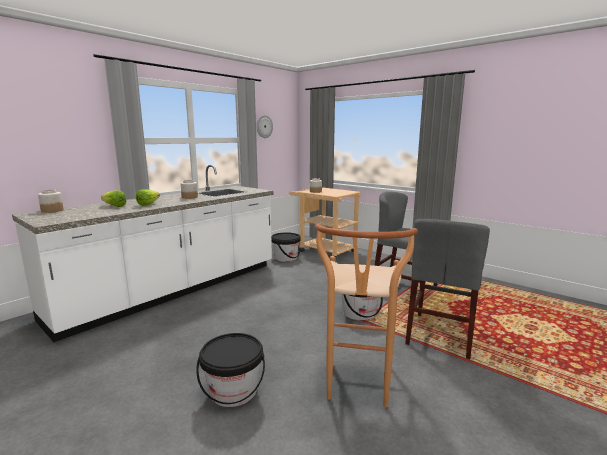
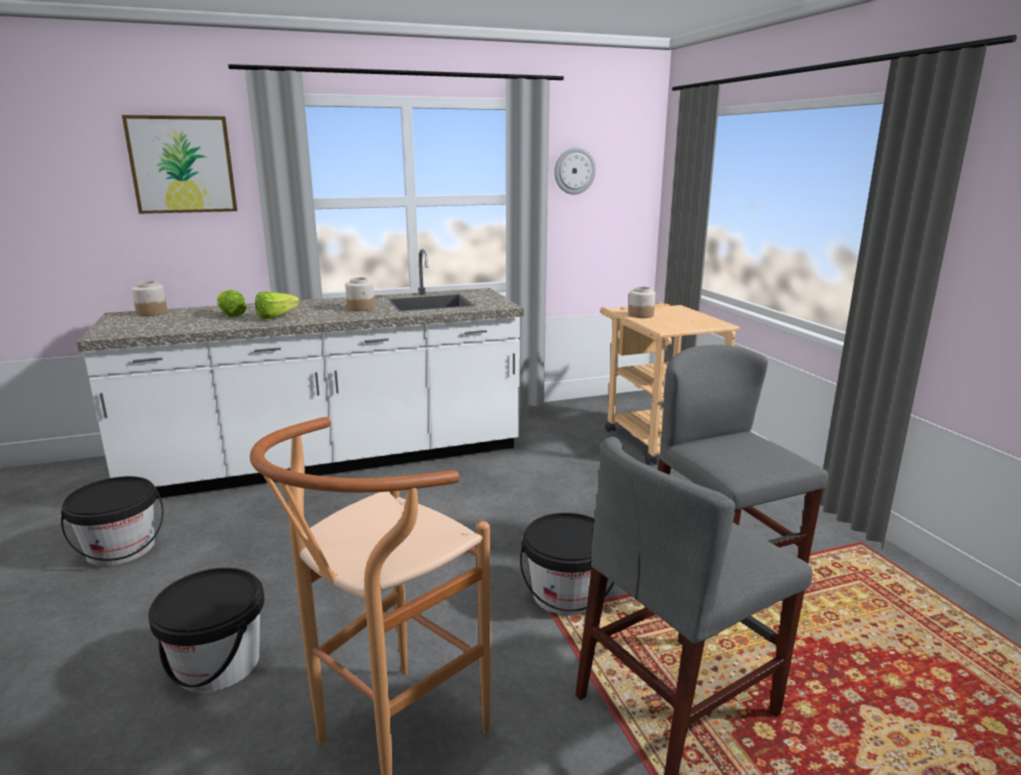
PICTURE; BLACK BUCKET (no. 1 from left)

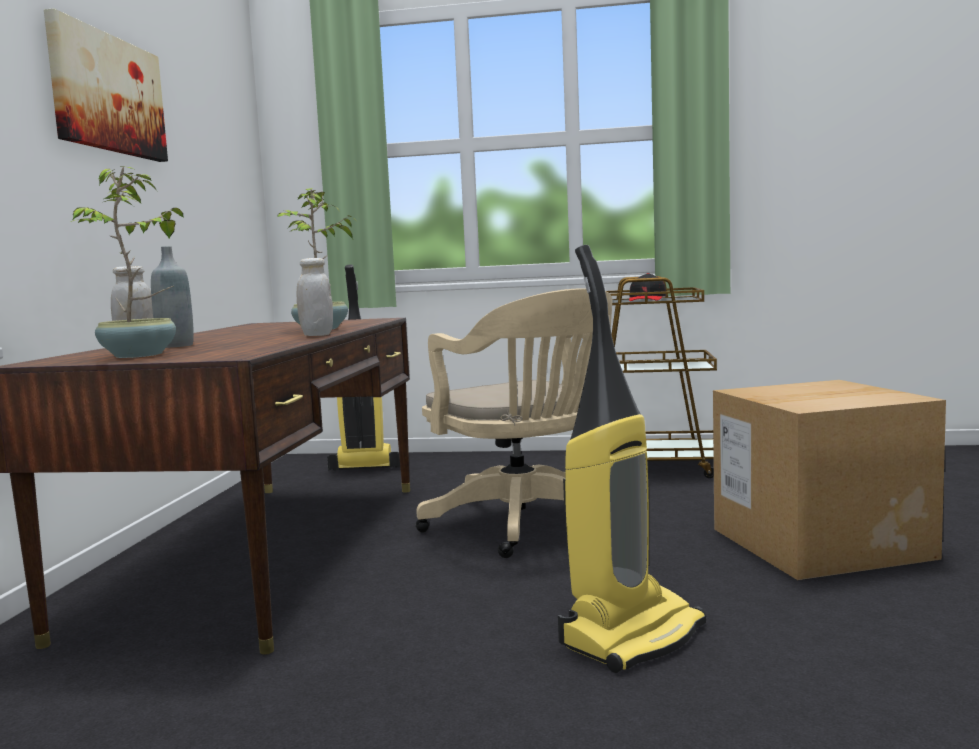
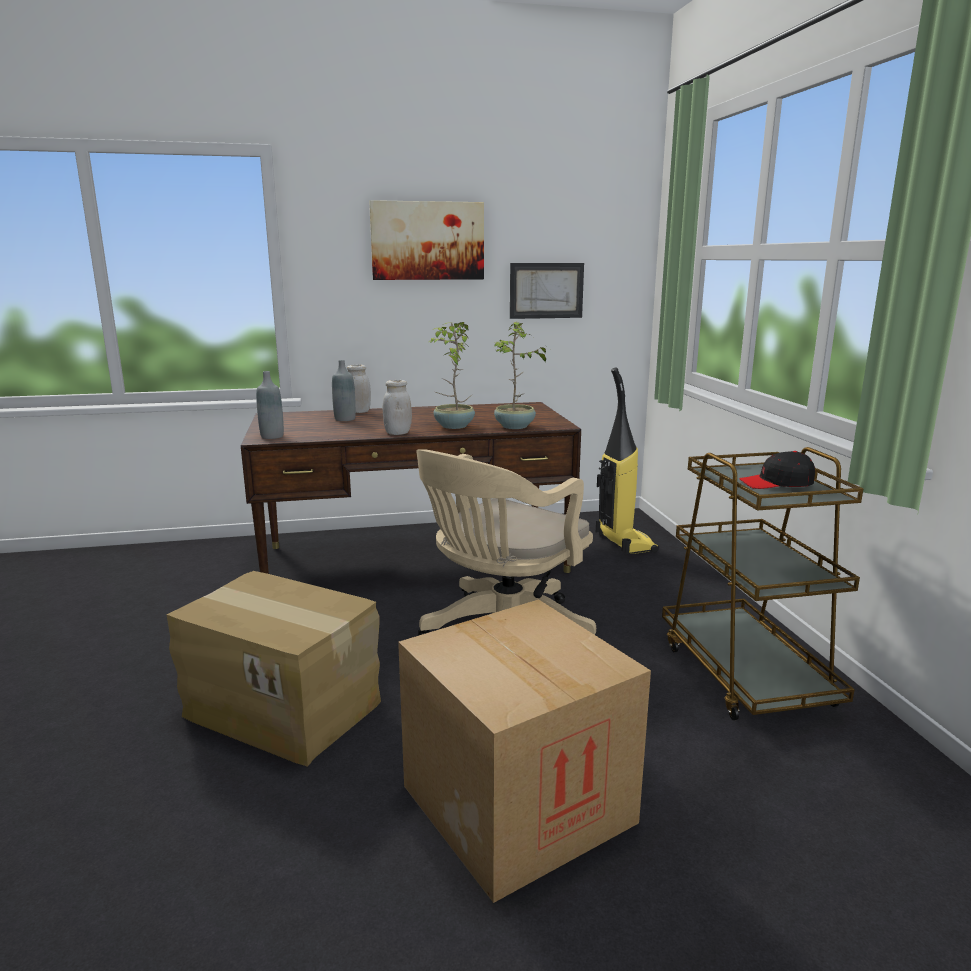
GREY BOTTLE (no. 1 from left); PICTURE (no. 2 from left); POTTED PLANT (no. 2 from left); CARDBOARD BOX (no. 1 from left)

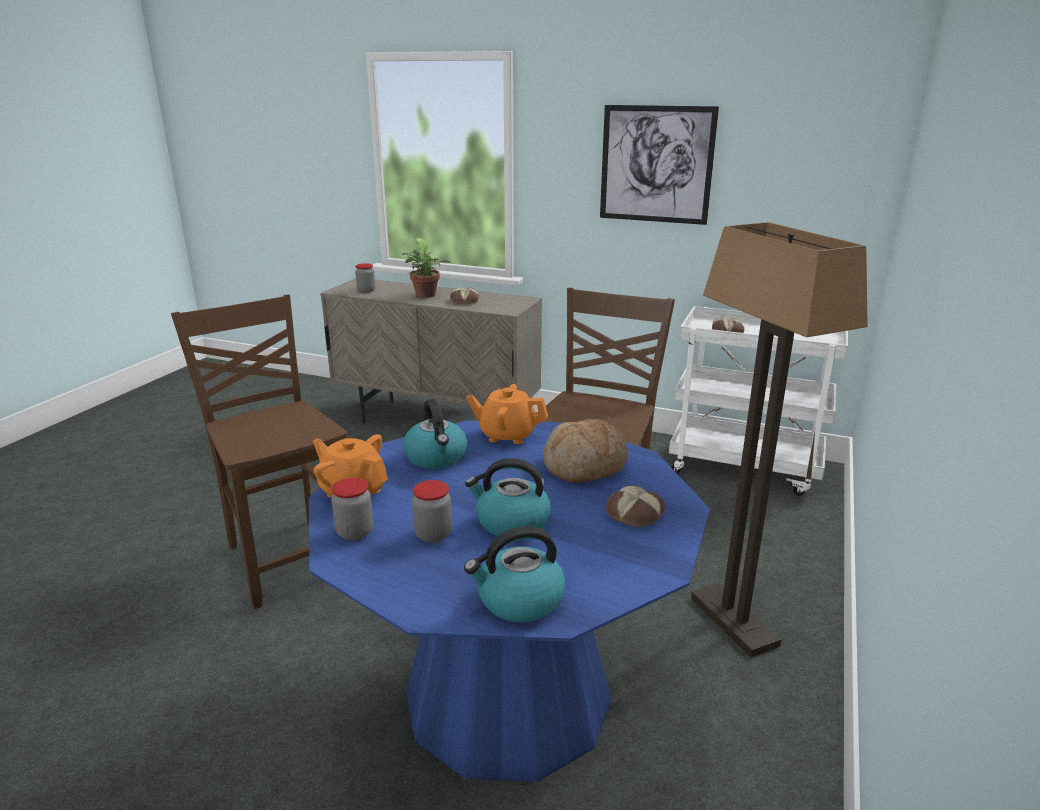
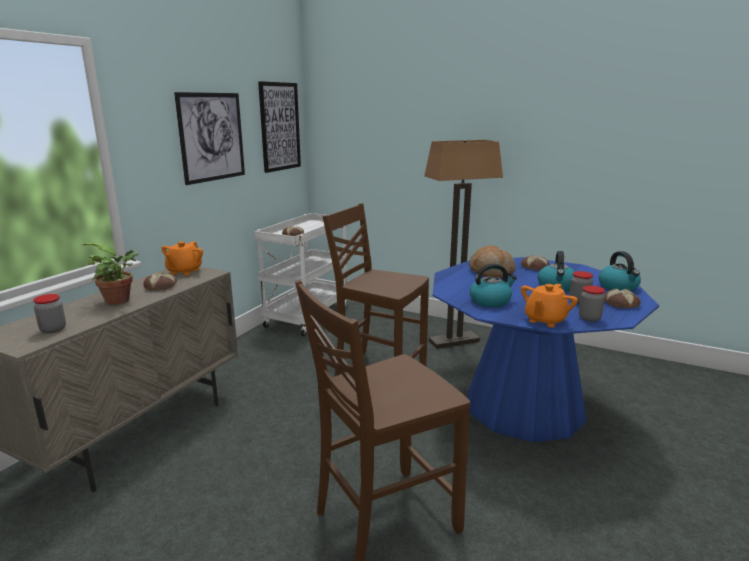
PICTURE (no. 2 from left); BREAD (no. 5 from left); ORANGE TEAPOT (no. 1 from left)

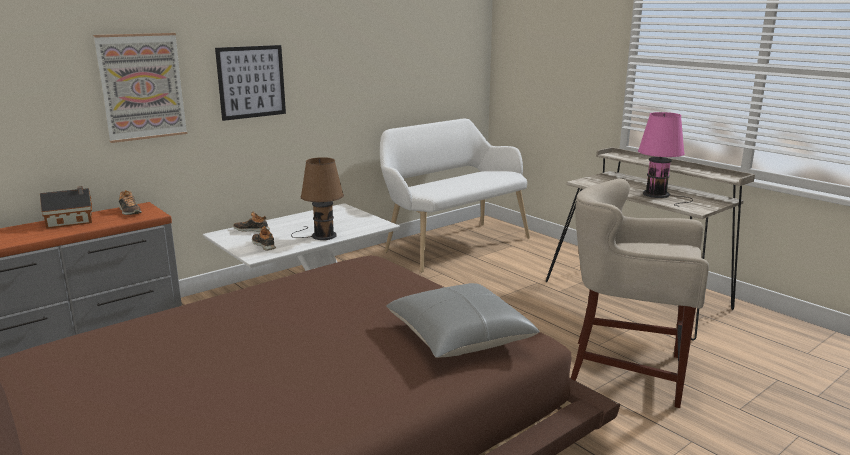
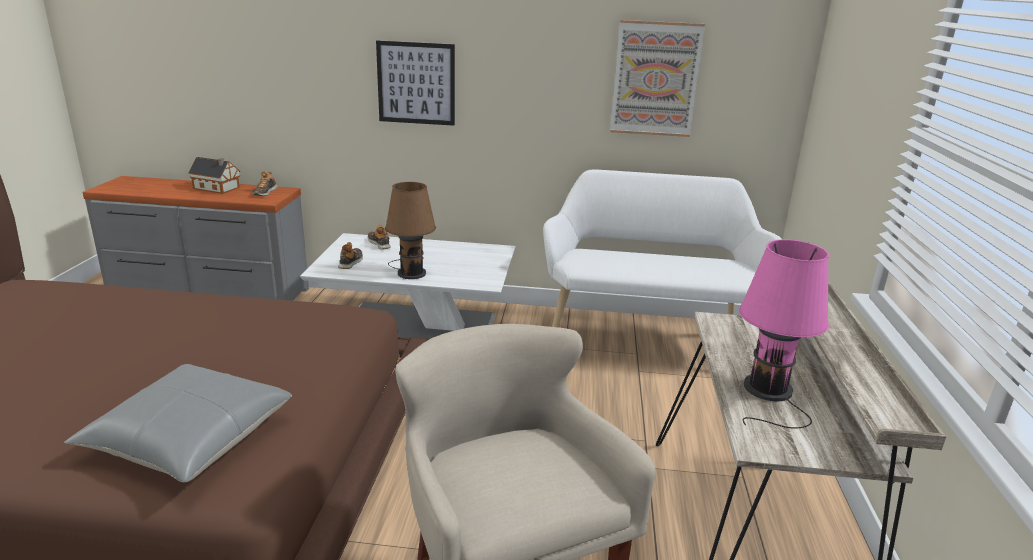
PICTURE (no. 2 from left)

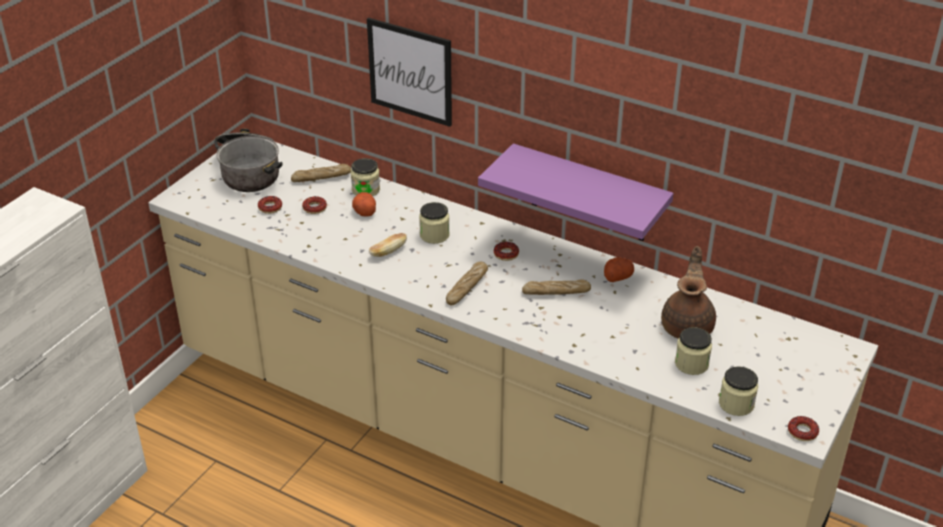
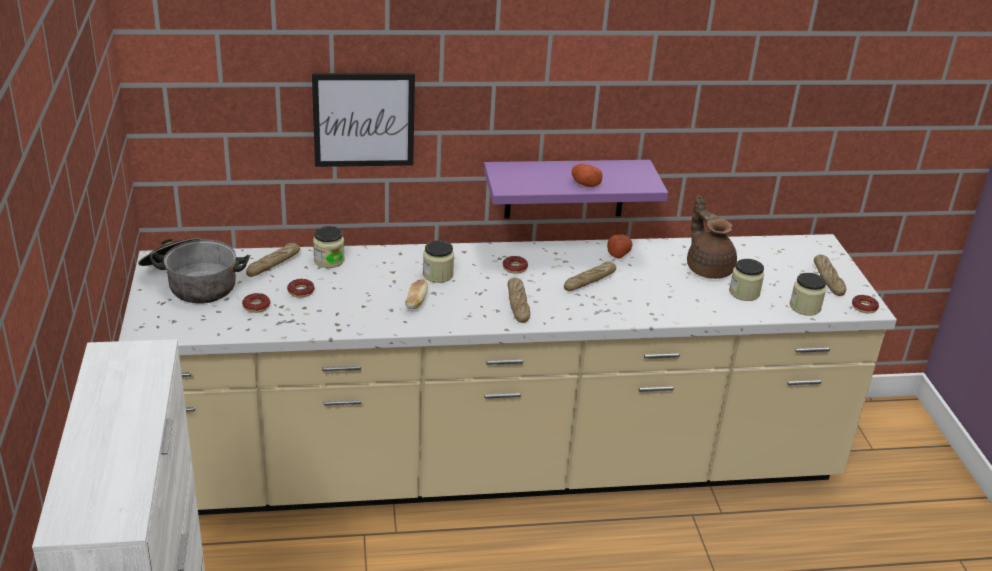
BREAD (no. 5 from left); POTATO (no. 1 from left)

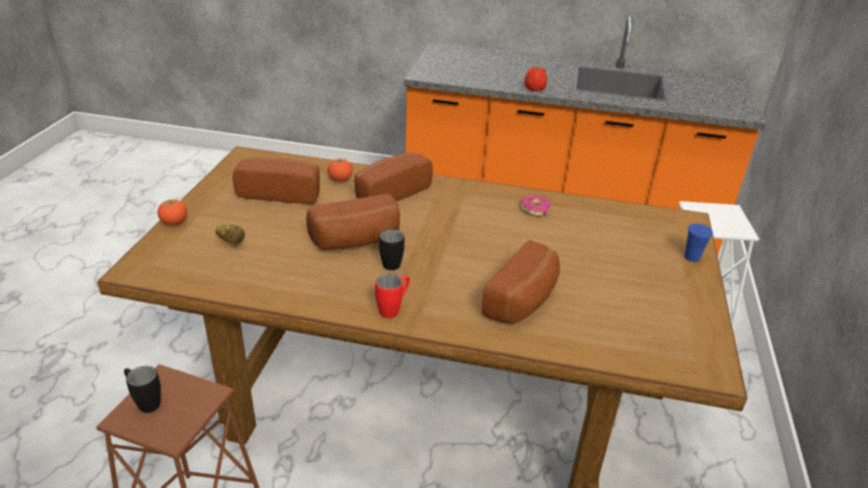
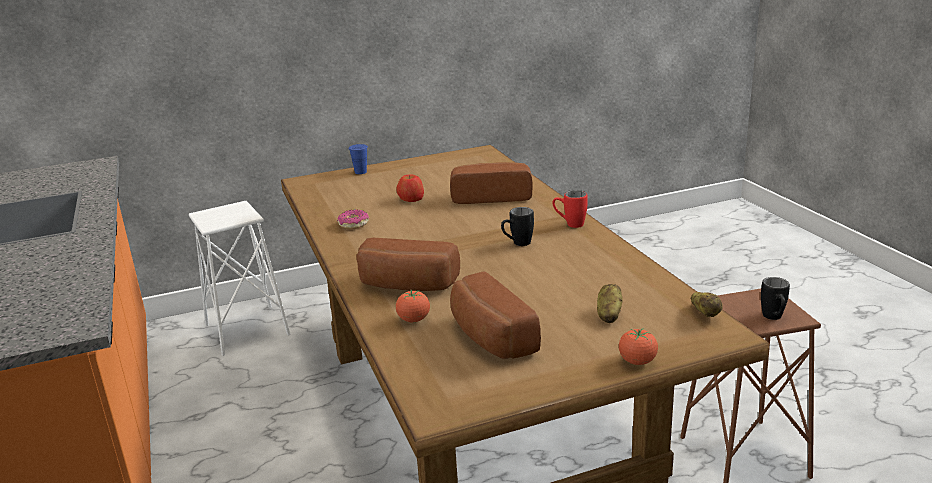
BREAD (no. 2 from left in the first image); POTATO (no. 2 from left); APPLE

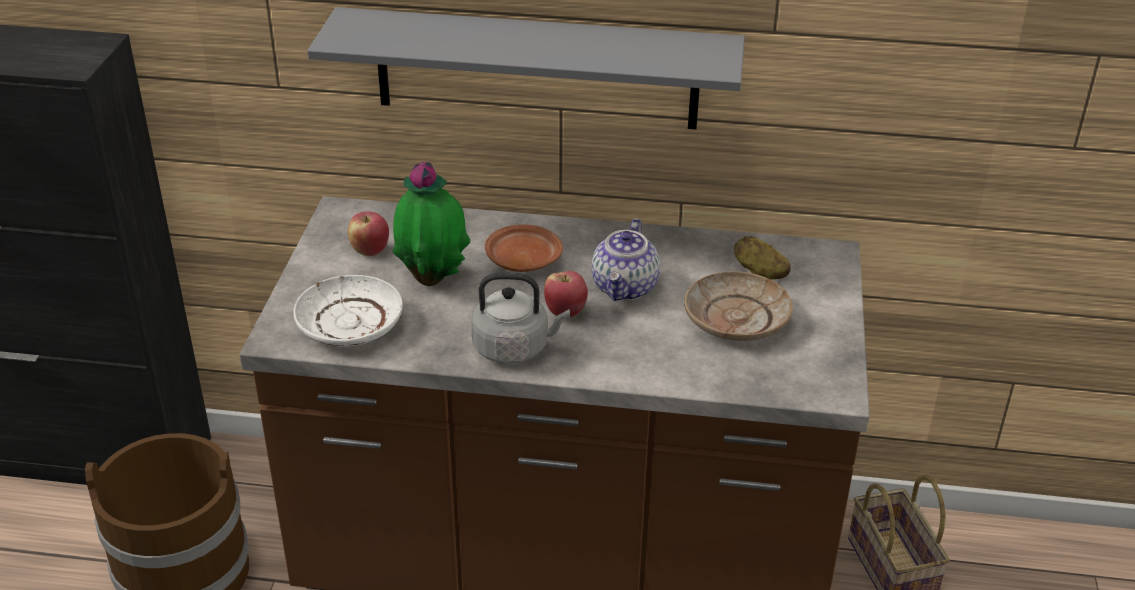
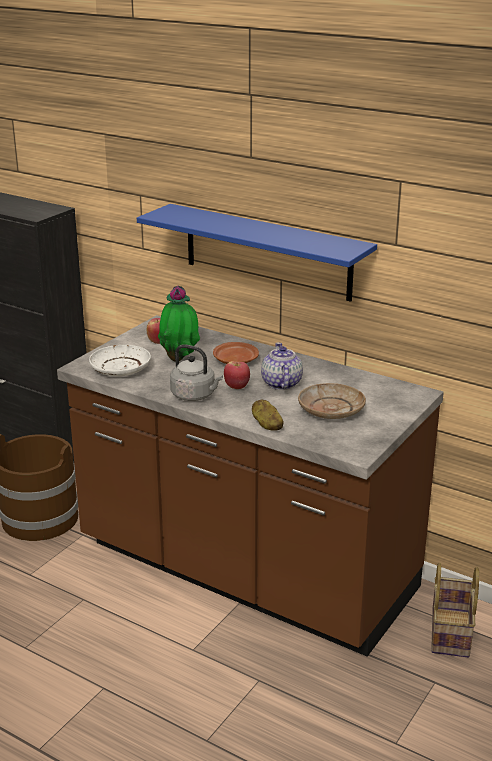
POTATO; BLUE SHELF; TEAPOT

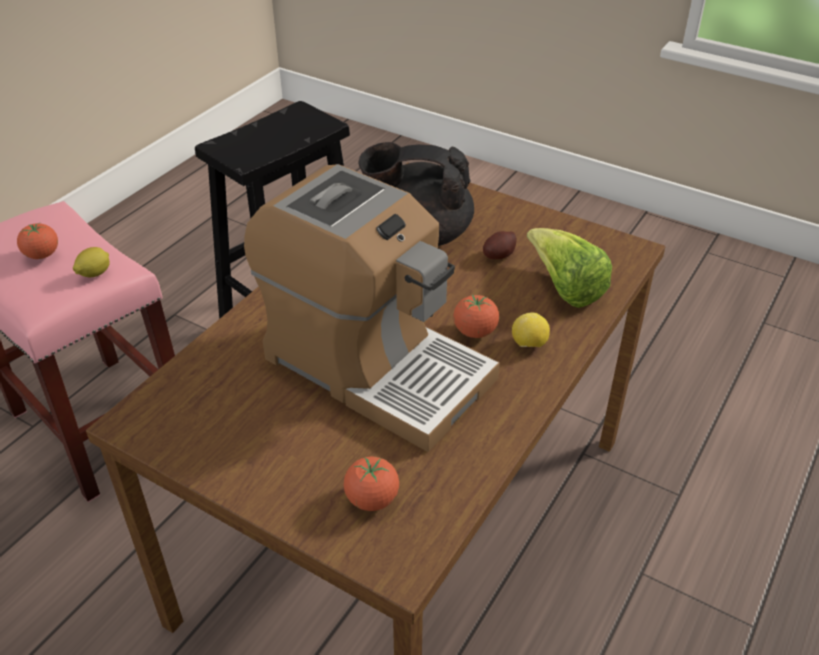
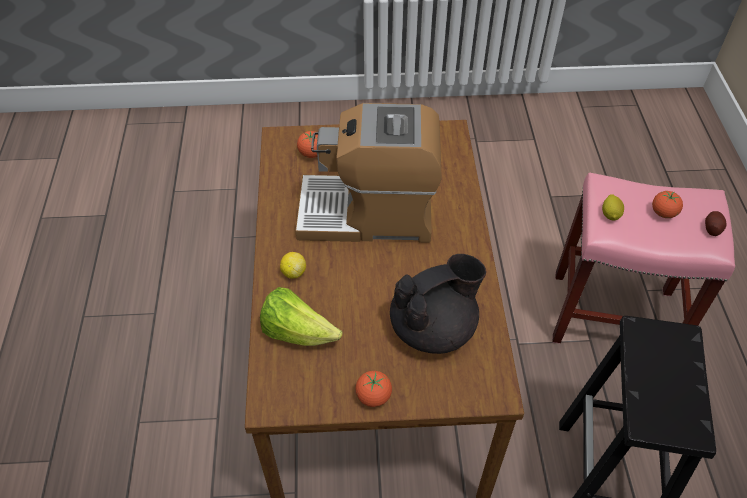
TOMATO (no. 2 from left); POTATO

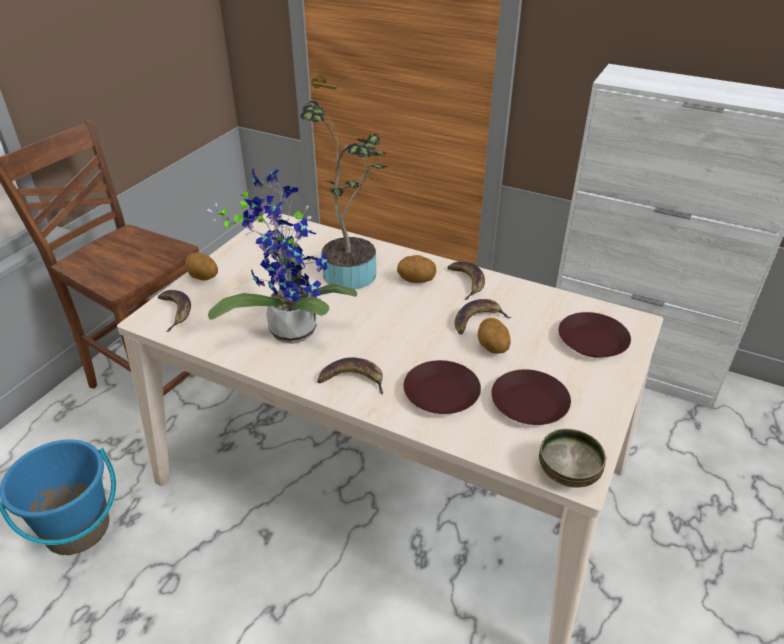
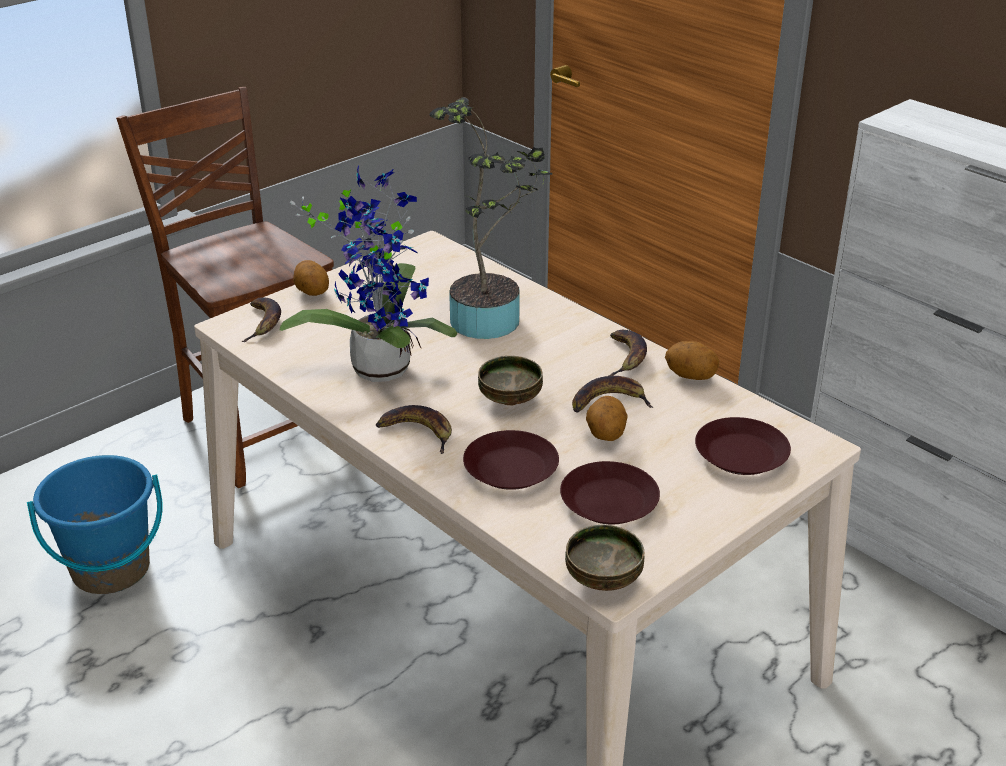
BOWL (no. 1 from left); POTATO (no. 3 from left)

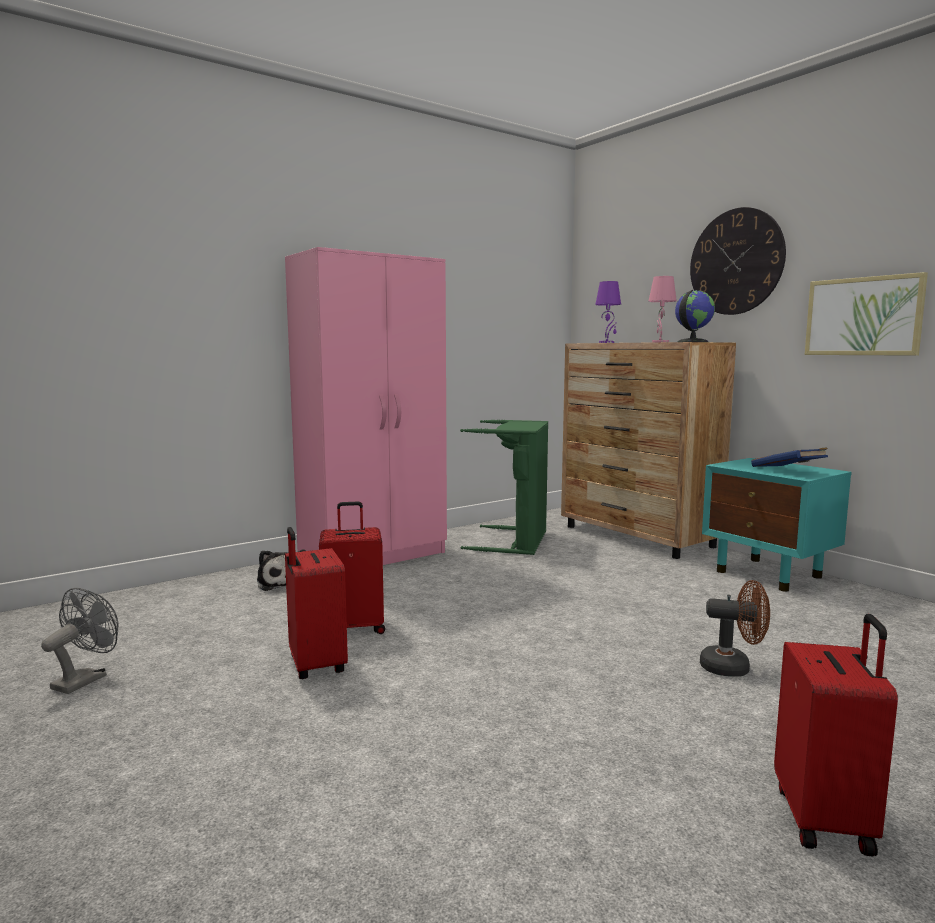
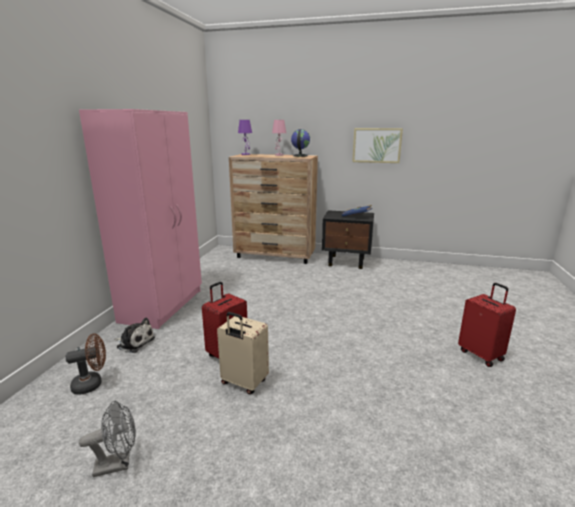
GREEN LAUNDRY BASKET; WALL CLOCK; BROWN FAN; BEIGE SUITCASE; BLACK NIGHTSTAND; GREY FAN

